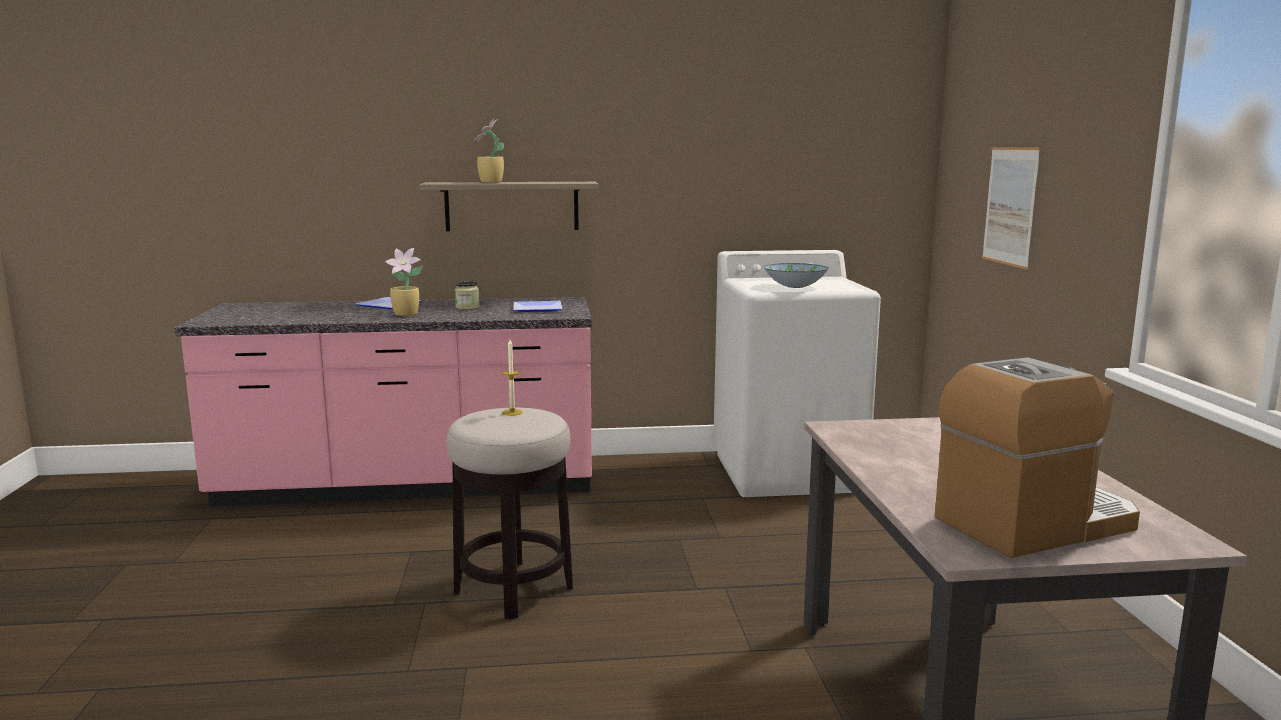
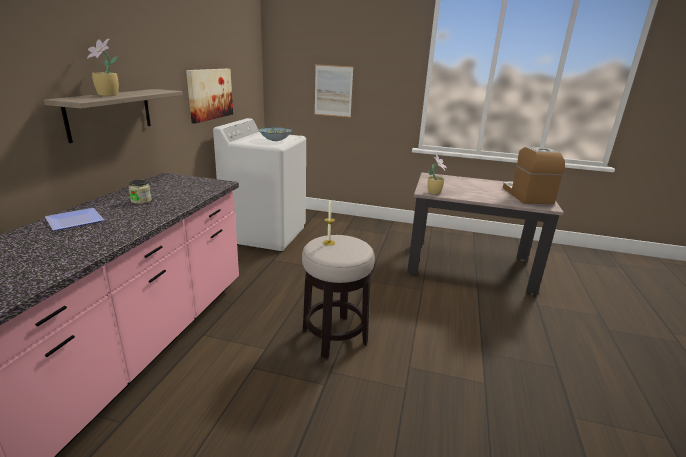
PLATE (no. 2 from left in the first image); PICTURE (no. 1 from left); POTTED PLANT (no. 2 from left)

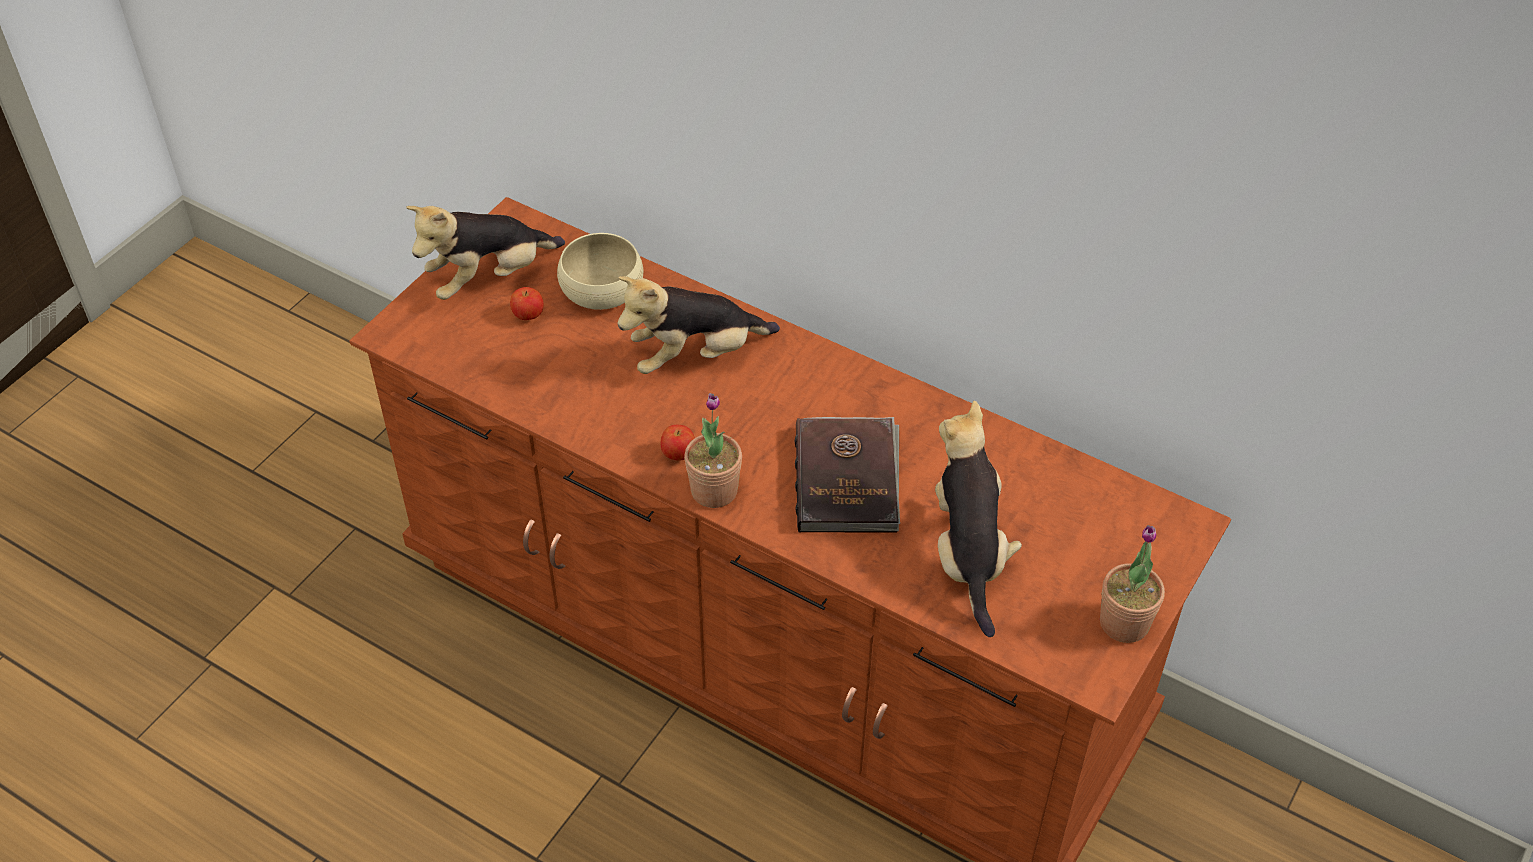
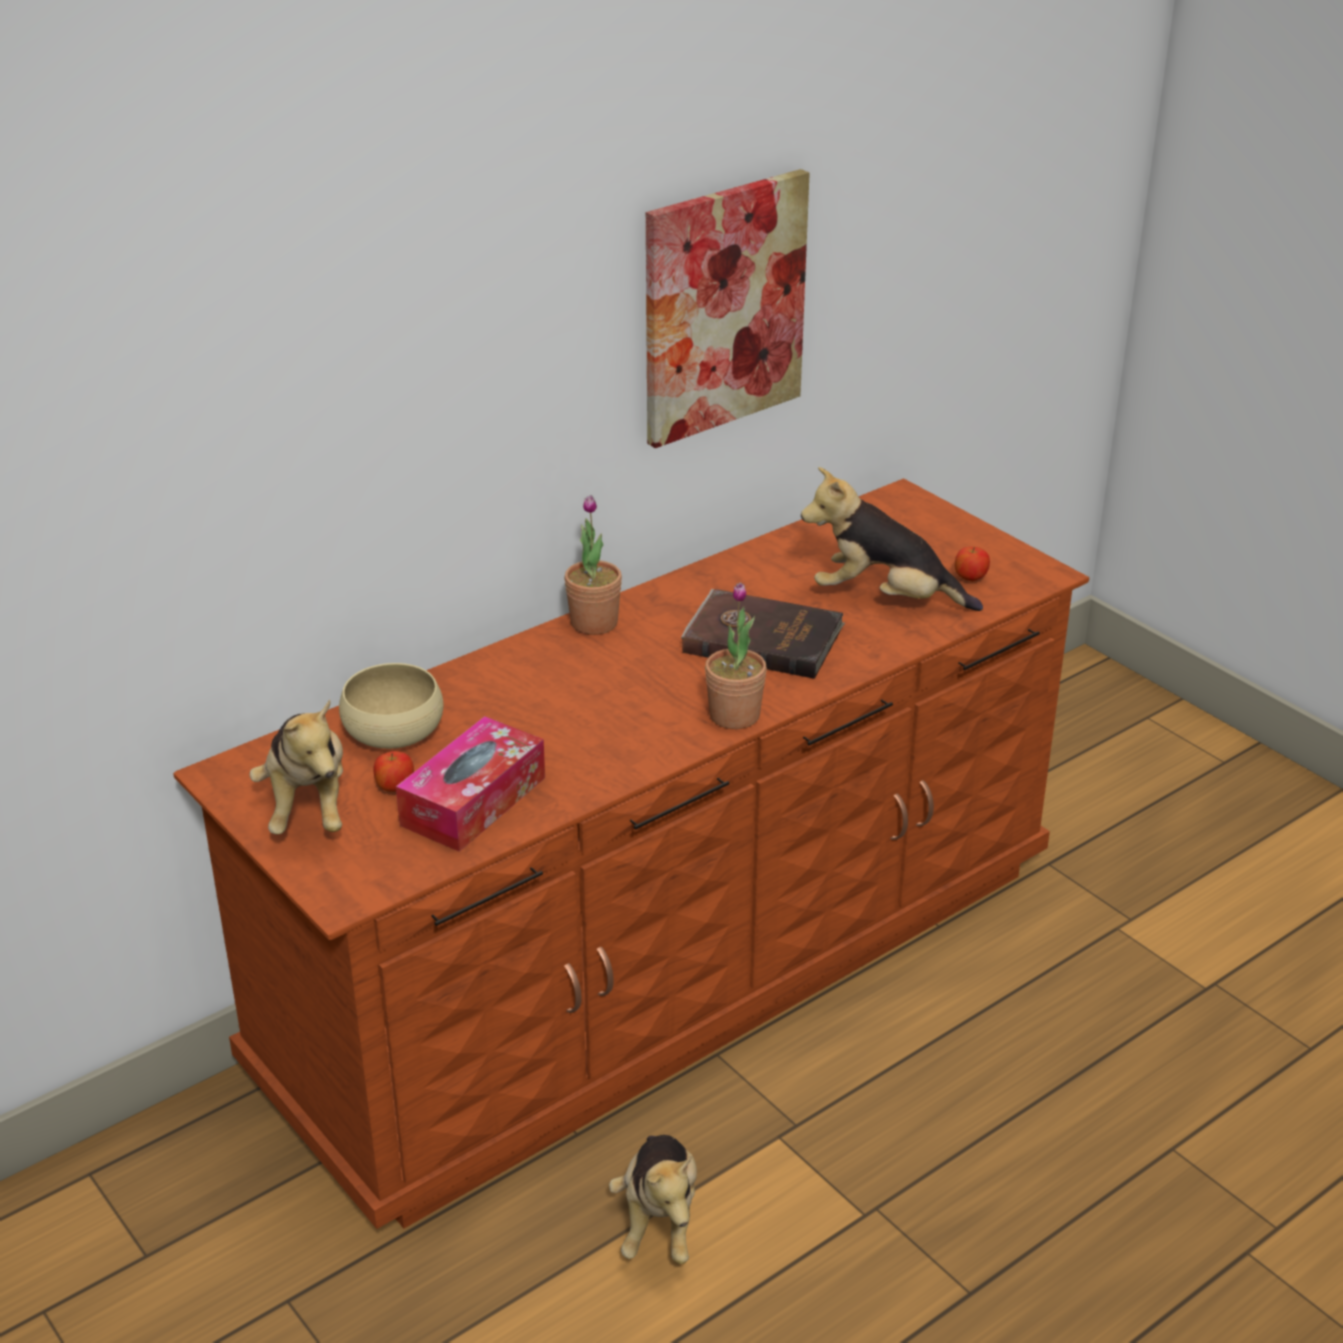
TISSUE BOX; PICTURE; PLUSH TOY (no. 2 from left); APPLE (no. 2 from left); POTTED PLANT (no. 1 from left)

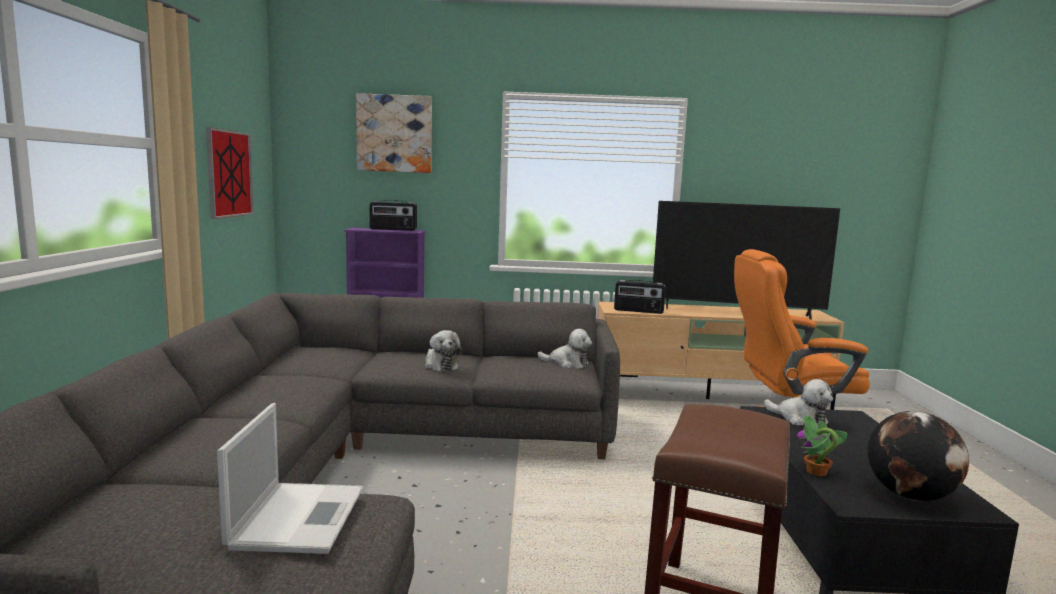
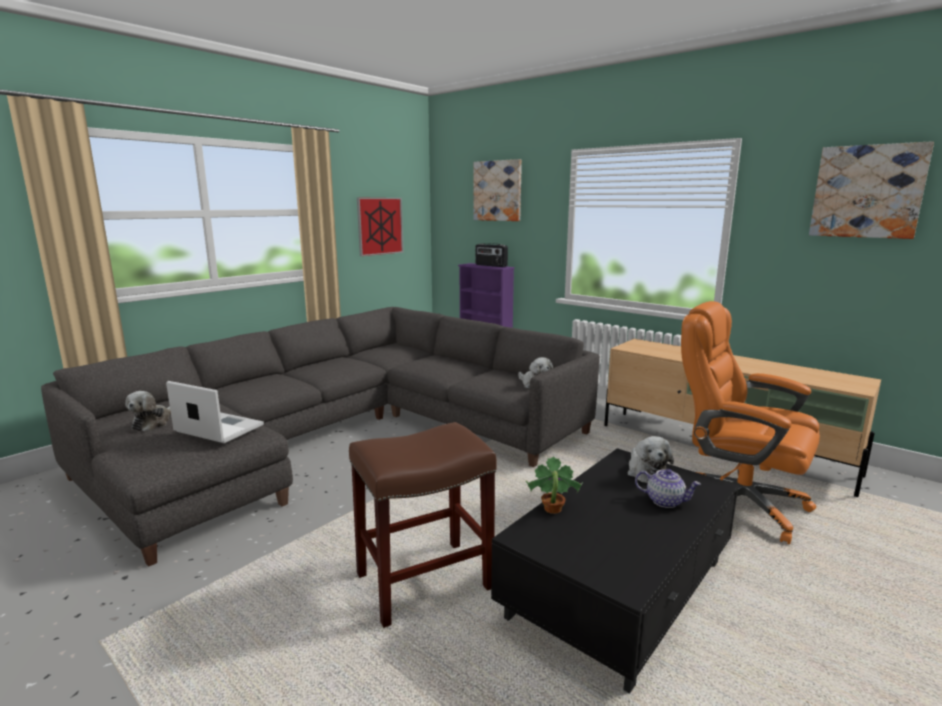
RADIO (no. 2 from left in the first image); TELEVISION; GLOBE; TEAPOT; PICTURE (no. 3 from left); PLUSH TOY (no. 1 from left); LAPTOP

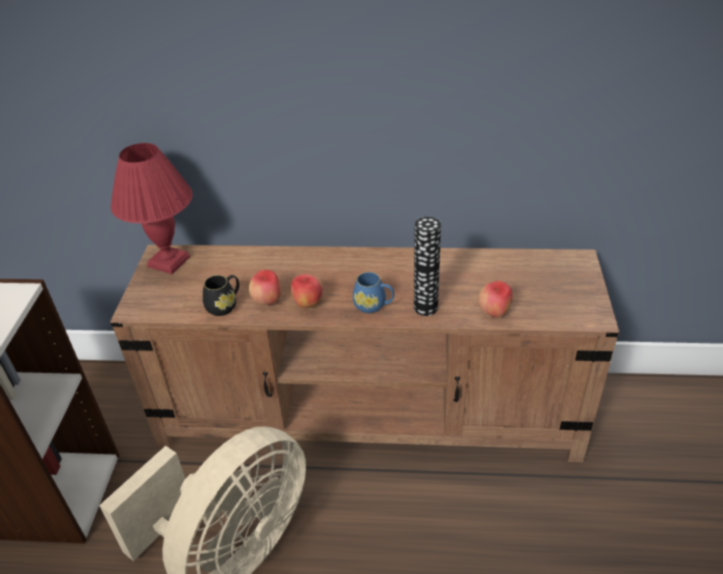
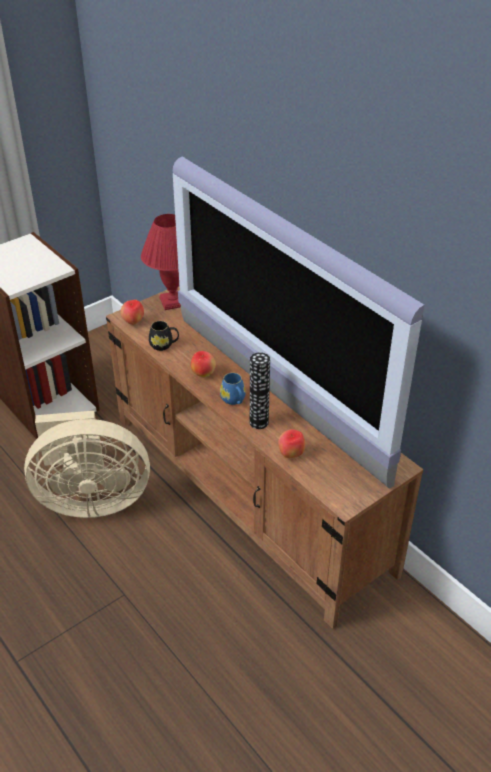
TELEVISION; APPLE (no. 1 from left)

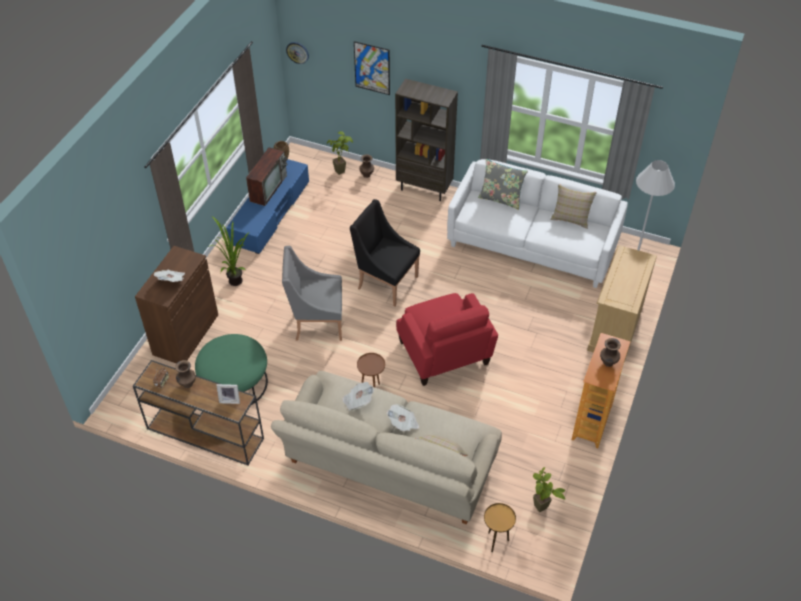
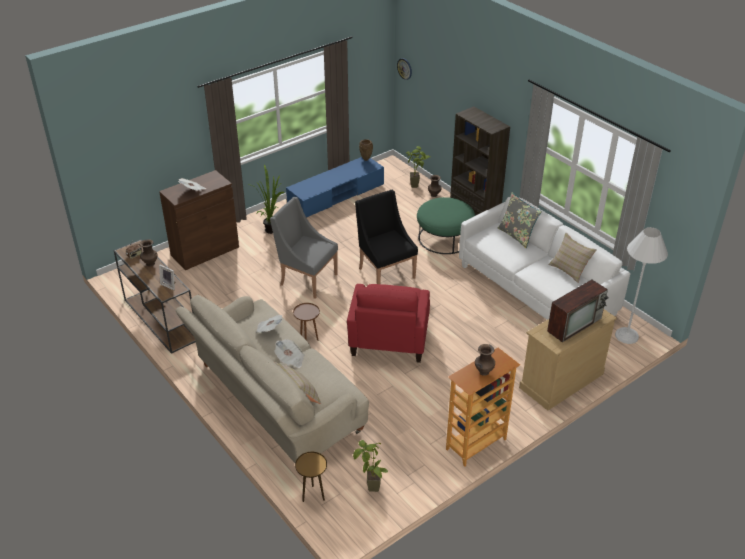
PICTURE; GREEN OTTOMAN; TELEVISION

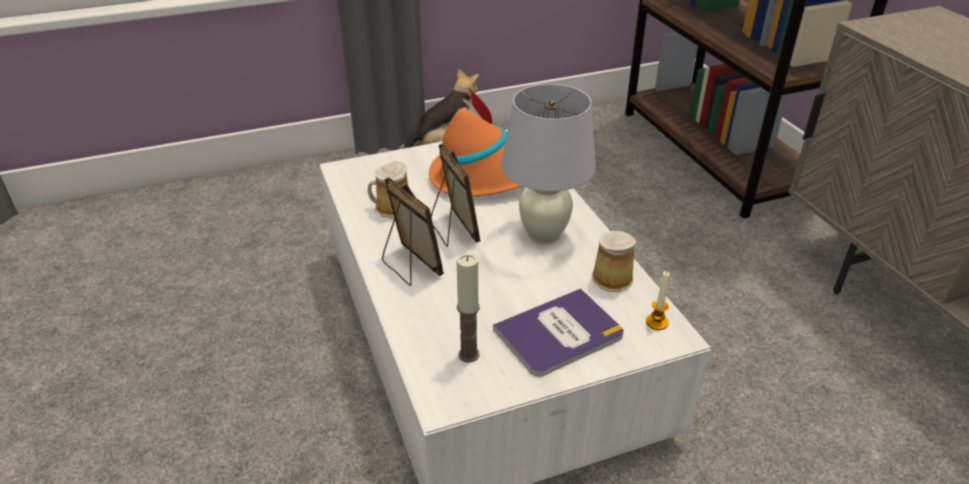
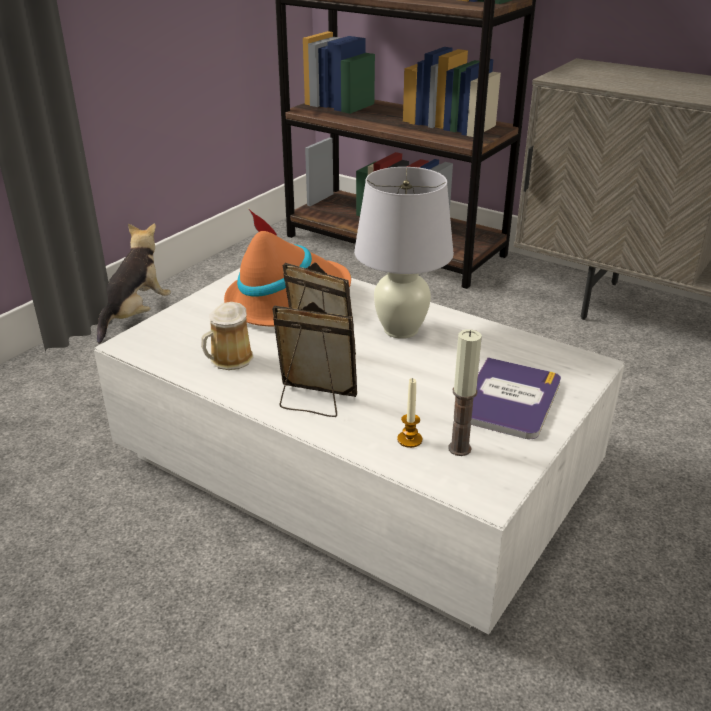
MUG (no. 2 from left in the first image); CANDLE (no. 1 from left)

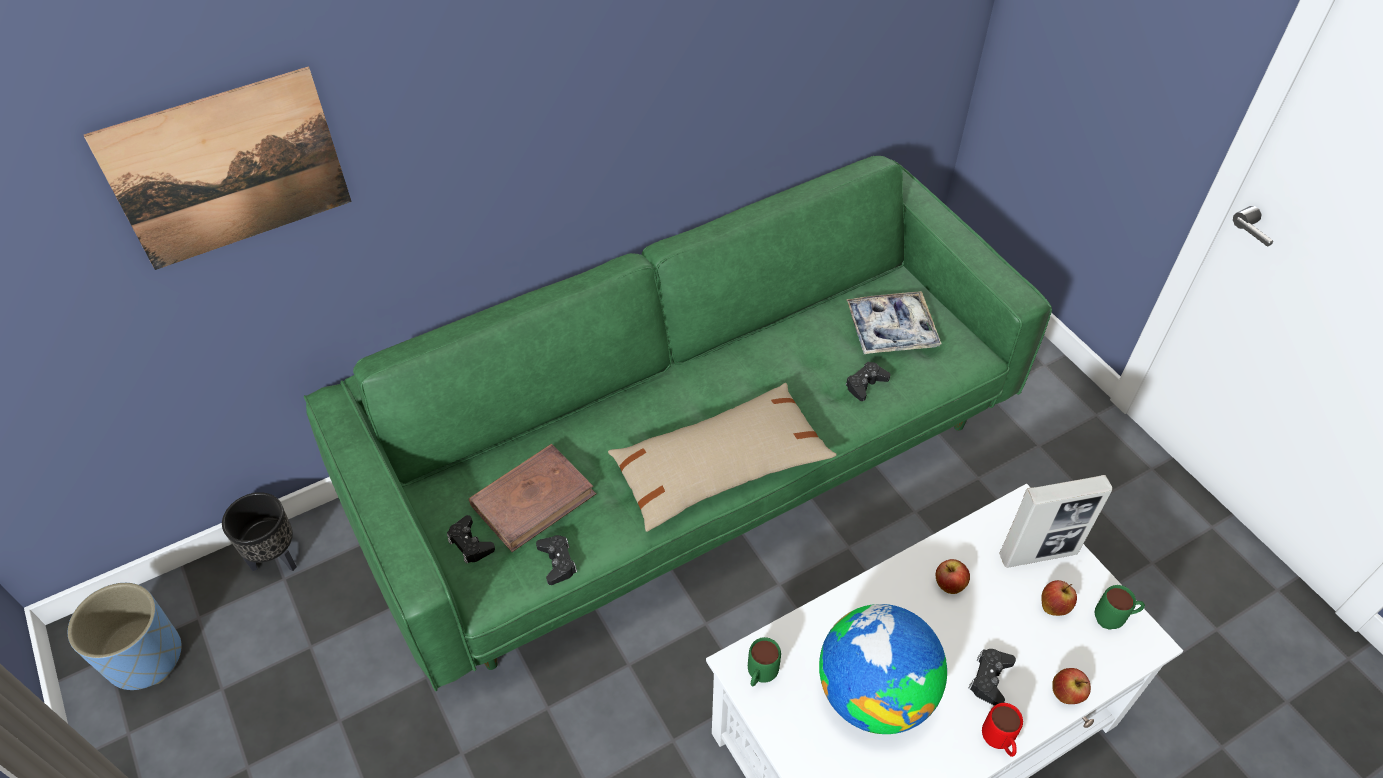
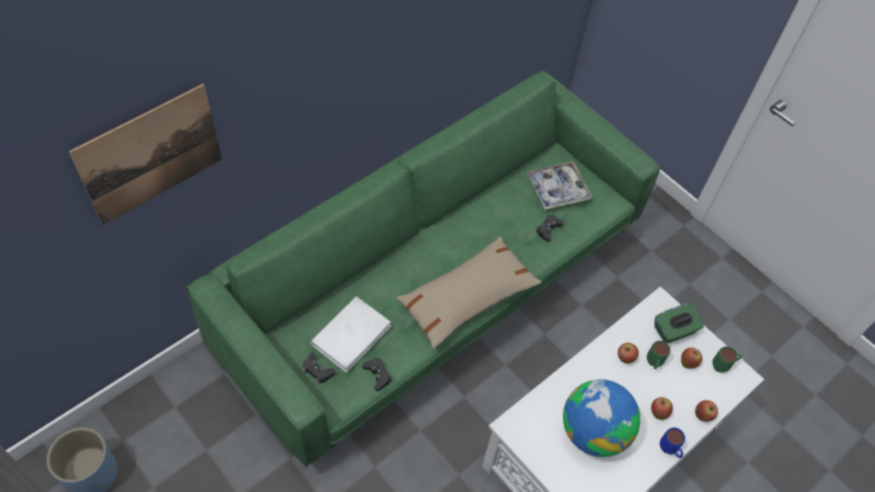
BLACK PLANTER; GREEN MUG (no. 1 from left); APPLE (no. 2 from left); GREEN TISSUE BOX; WHITE BOOK; BLUE MUG

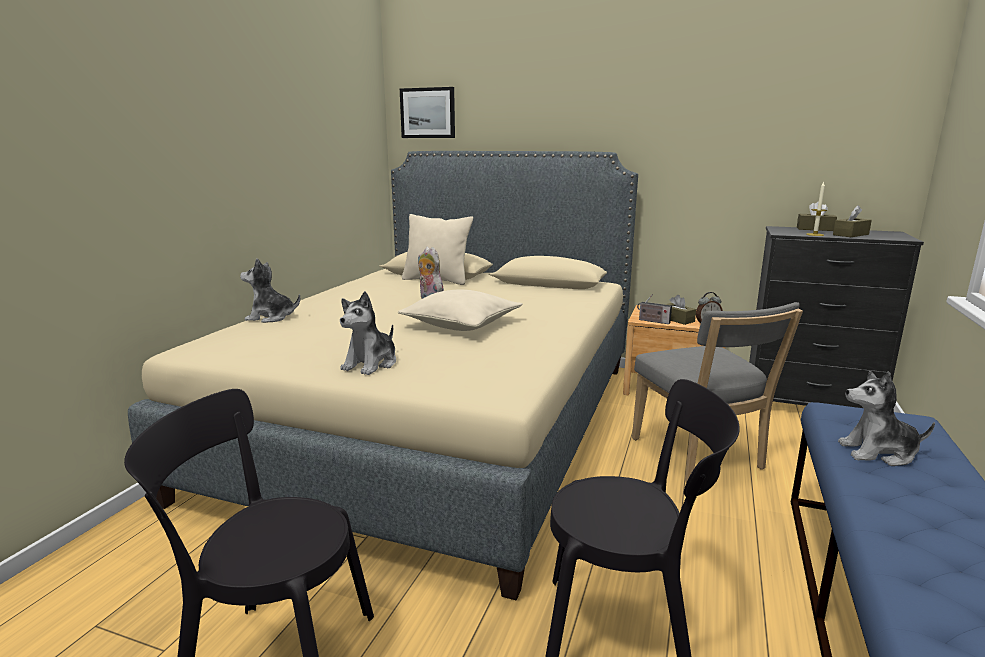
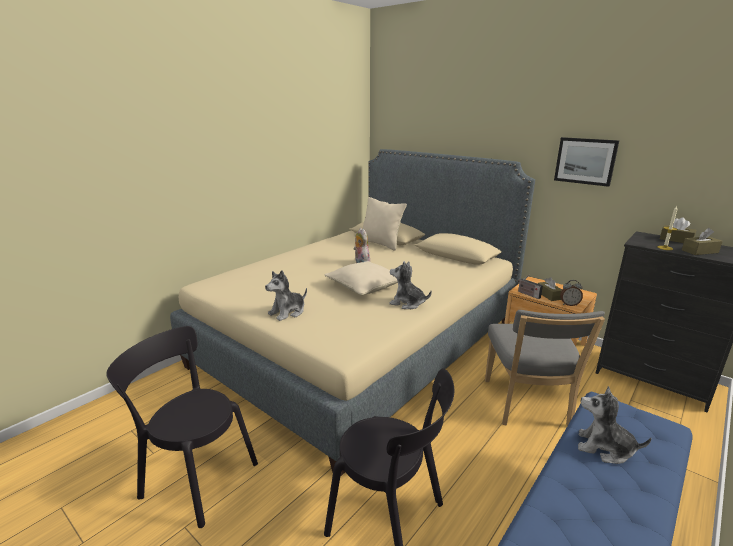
PLUSH TOY (no. 3 from left); PICTURE

